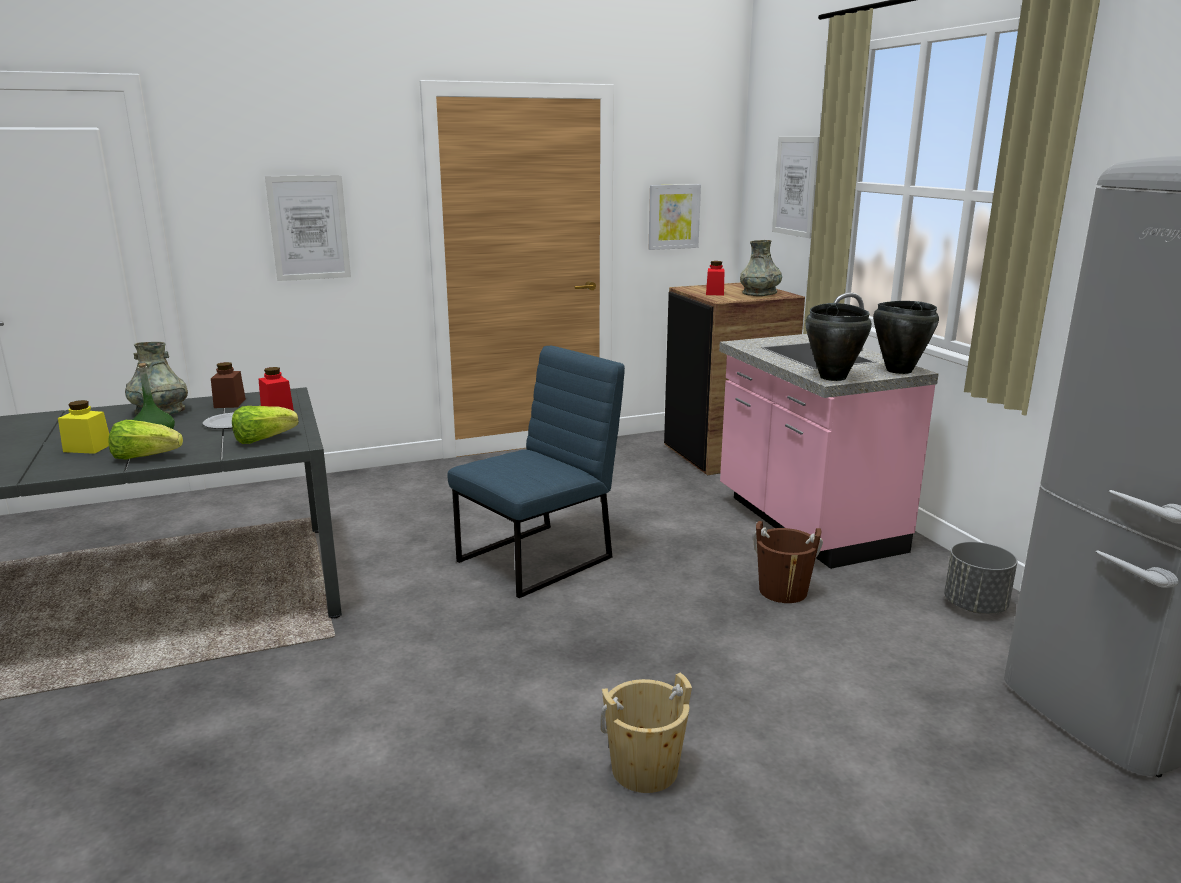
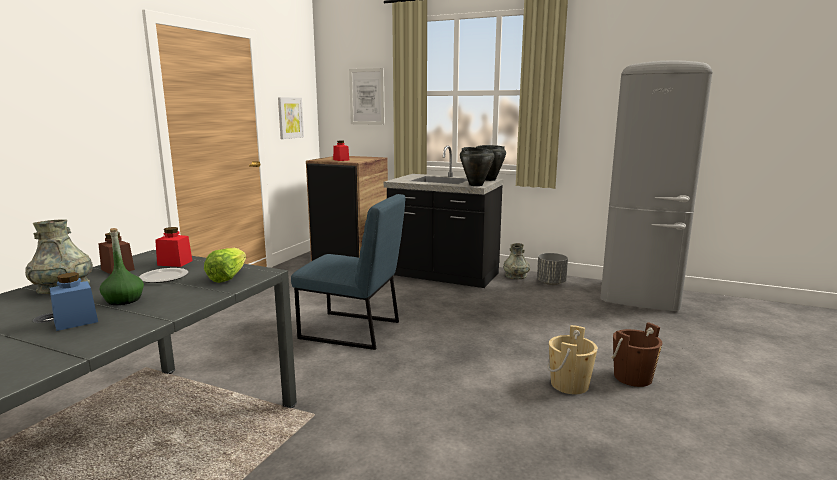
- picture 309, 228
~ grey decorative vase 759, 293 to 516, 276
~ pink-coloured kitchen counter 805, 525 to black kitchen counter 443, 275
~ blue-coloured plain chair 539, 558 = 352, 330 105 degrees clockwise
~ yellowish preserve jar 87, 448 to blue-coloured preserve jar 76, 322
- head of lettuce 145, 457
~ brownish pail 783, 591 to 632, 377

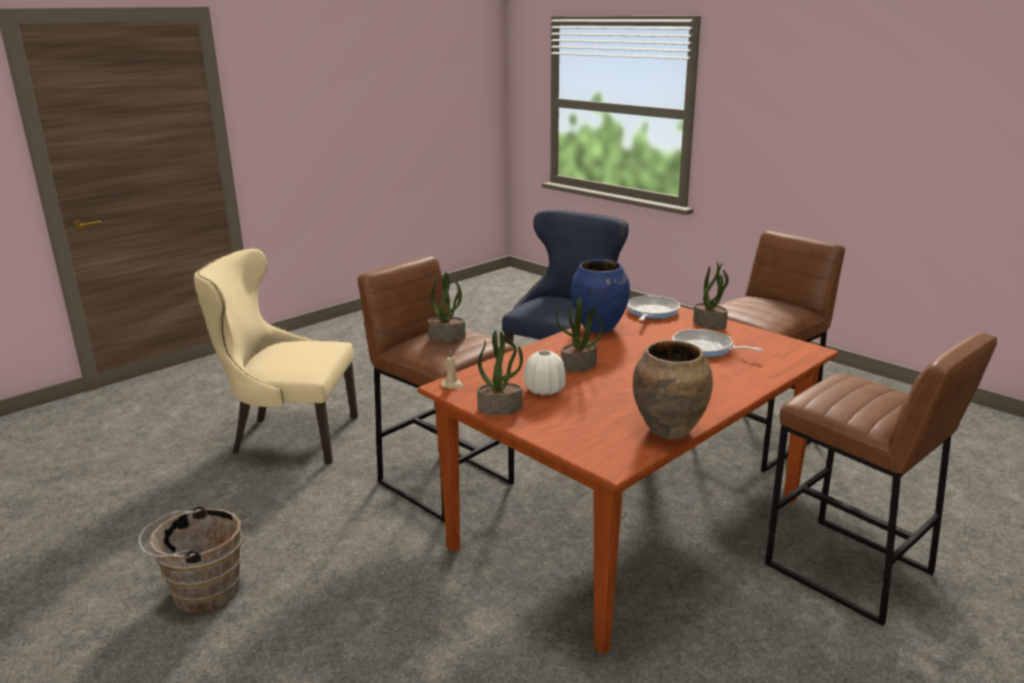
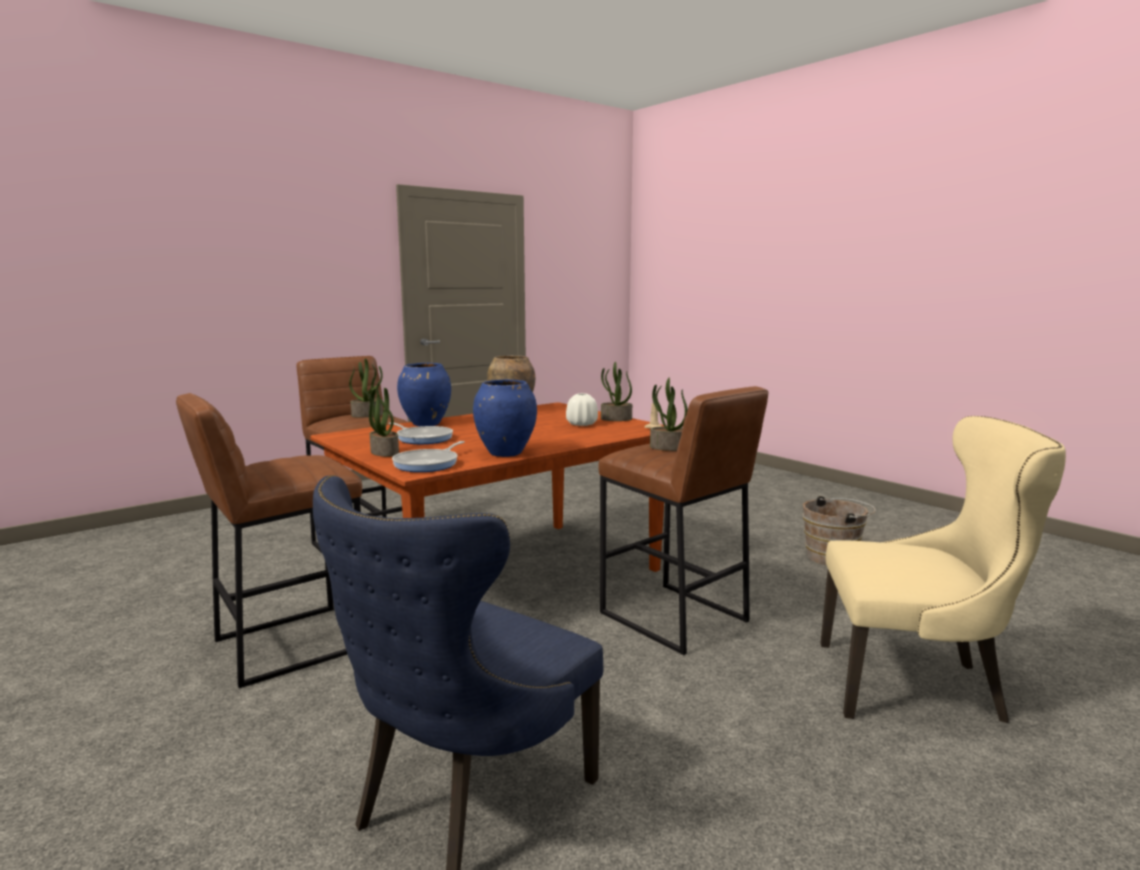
~ plant in a pot 578, 366 to 367, 415
+ blue-coloured decorative vase 426, 424

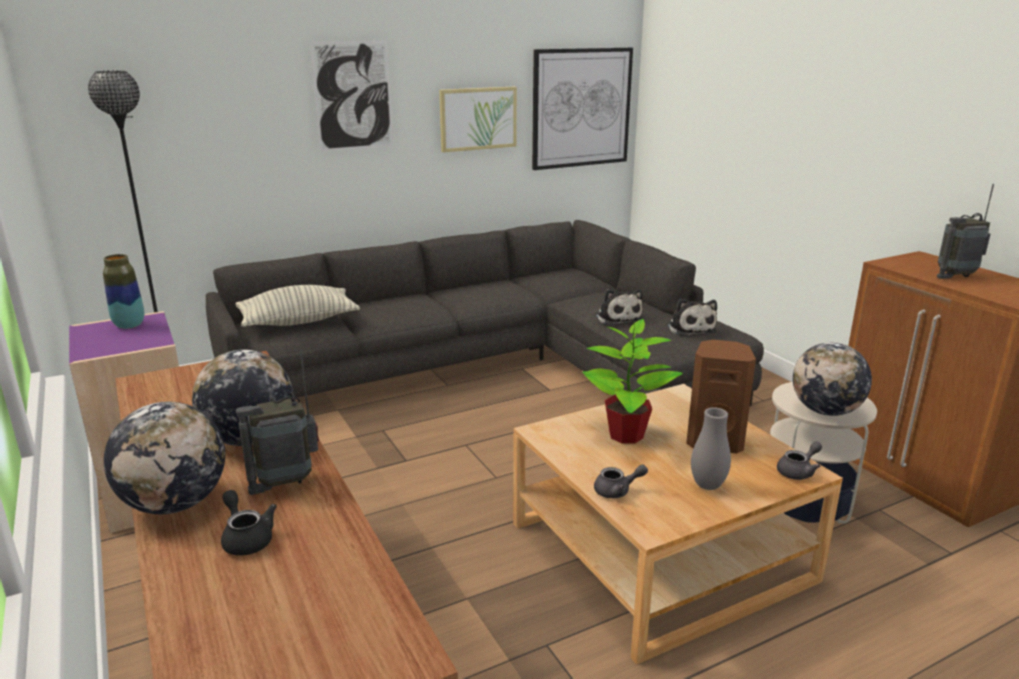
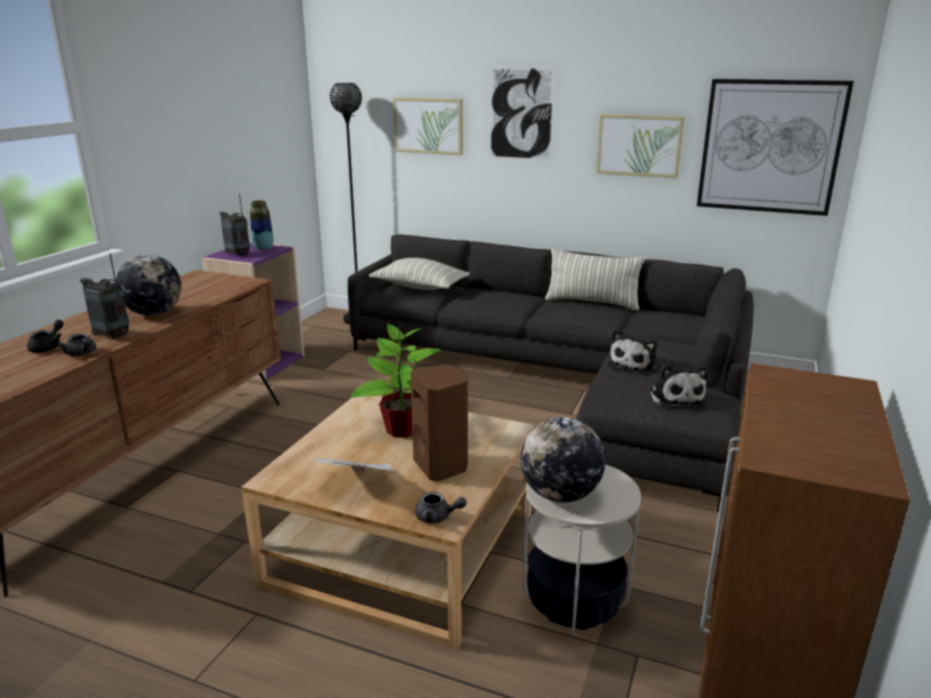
~ radio 955, 276 to 238, 254
~ cuddly toy 690, 328 = 675, 397 45 degrees counterclockwise
- desk globe 175, 504
~ grey decorative vase 707, 485 to daily paper 361, 483
~ grey tea pot 617, 491 to 82, 354
+ picture 428, 125
+ cushion 592, 303

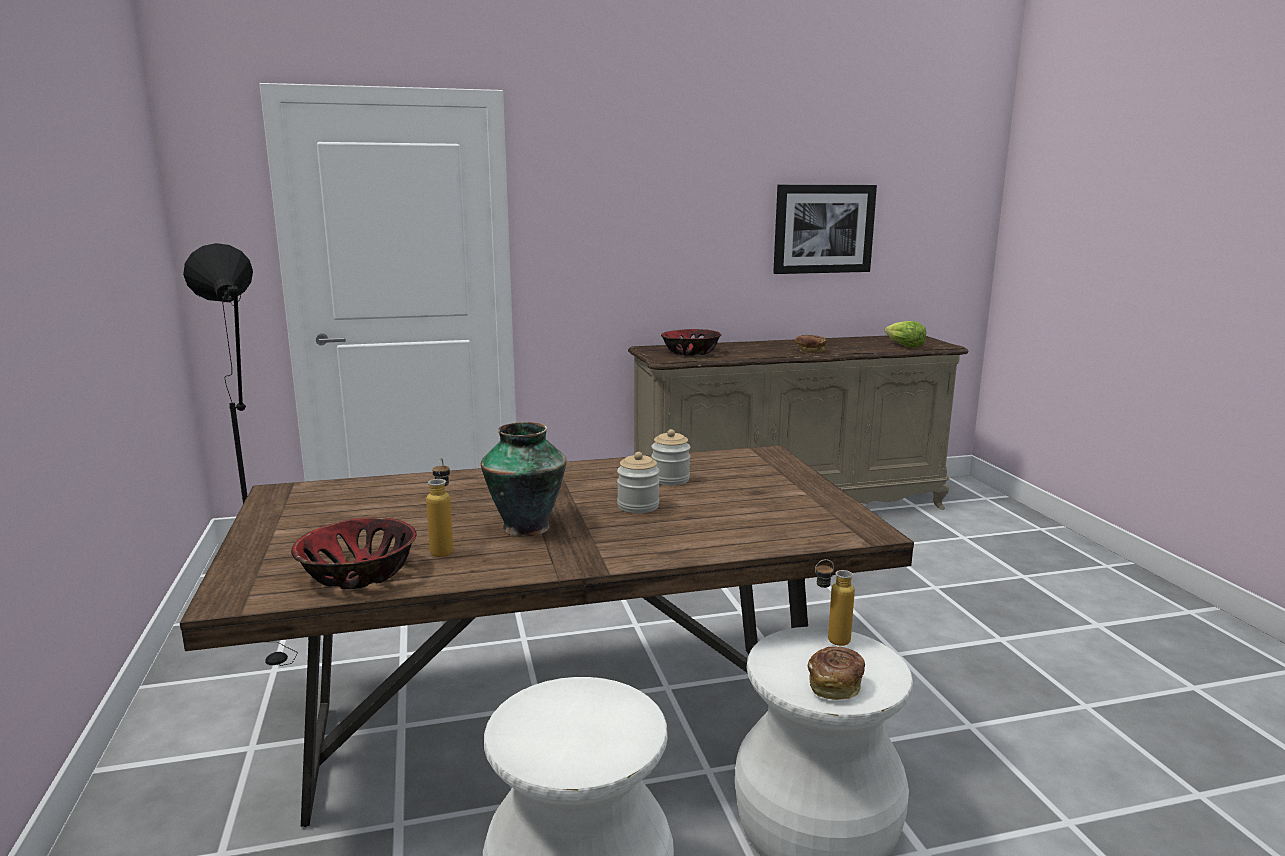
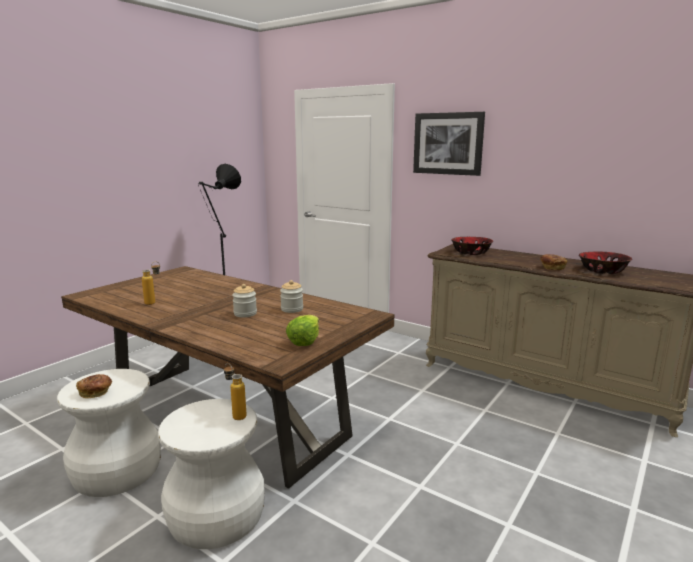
~ picture 823, 229 to 448, 143
~ head of lettuce 903, 346 to 304, 341
- decorative vase 527, 527
~ bowl 357, 574 to 602, 270
~ baked bread 835, 685 to 96, 393

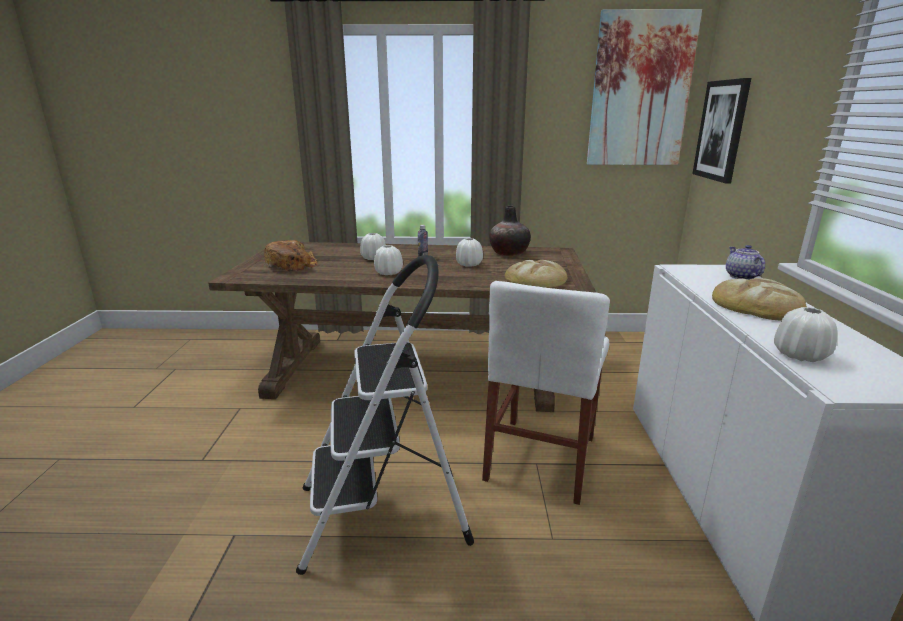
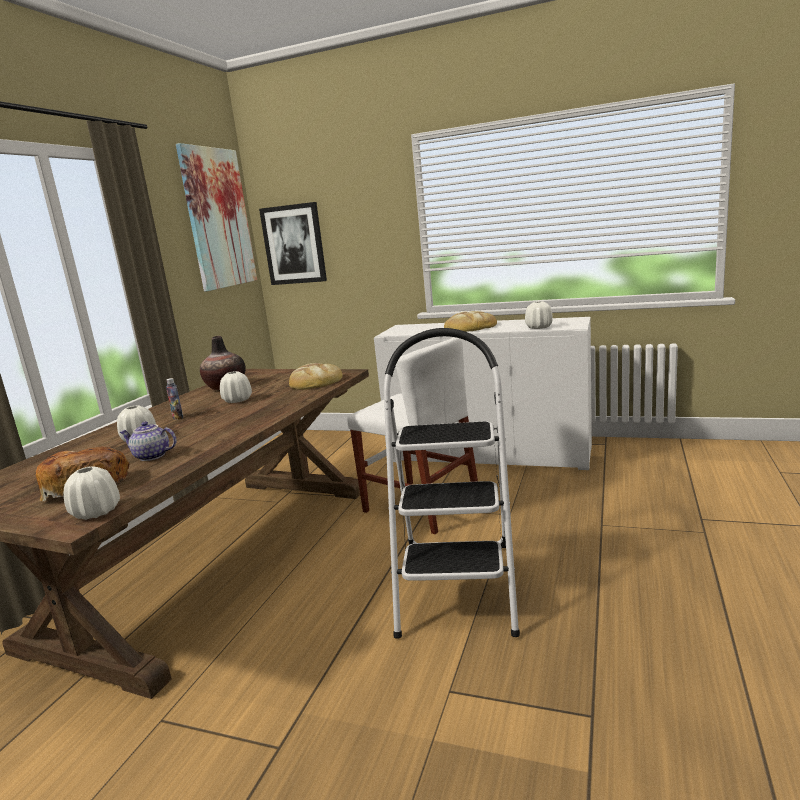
~ white decorative vase 388, 273 to 96, 512
~ tea pot 740, 276 to 151, 456

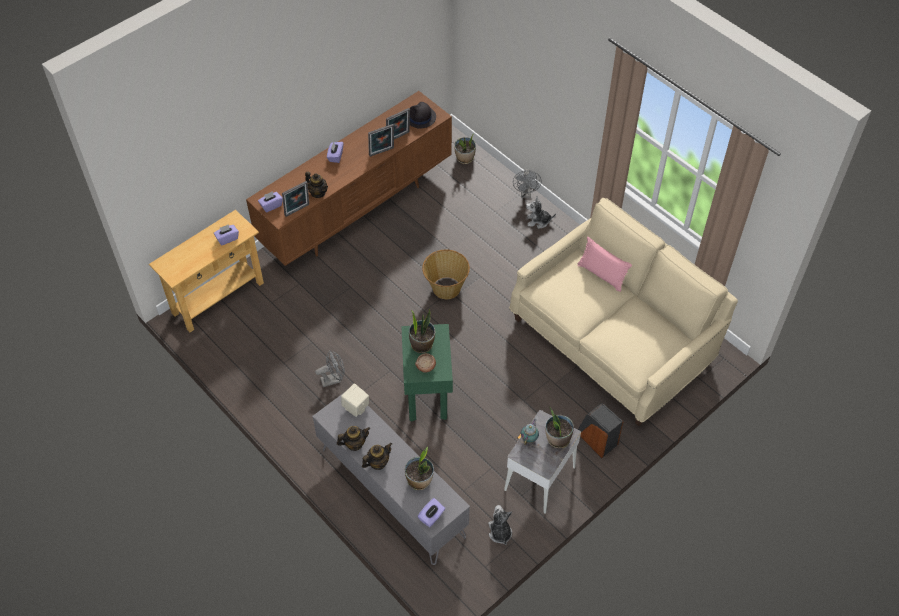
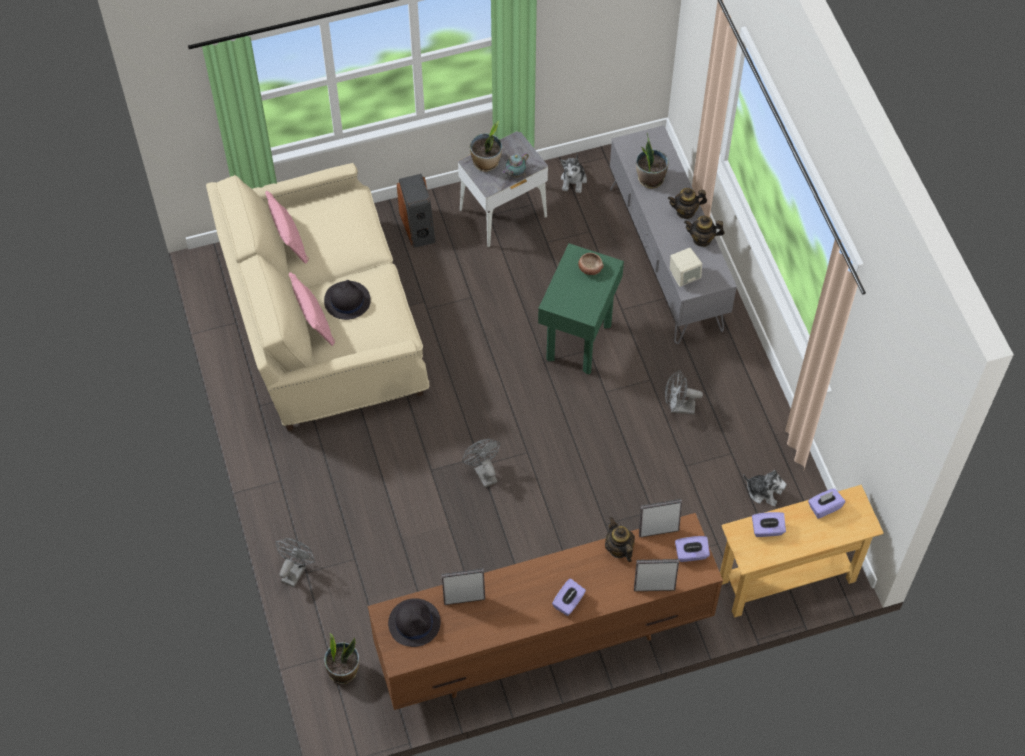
~ standing frame 382, 152 to 654, 586
~ cuddly toy 538, 221 to 763, 492
~ basket 446, 288 to grey fan 483, 472
- plant in a pot 422, 344
~ purple-coloured tissue box 431, 517 to 824, 507
+ pink-coloured cushion 288, 239
+ black clothing hat 347, 301

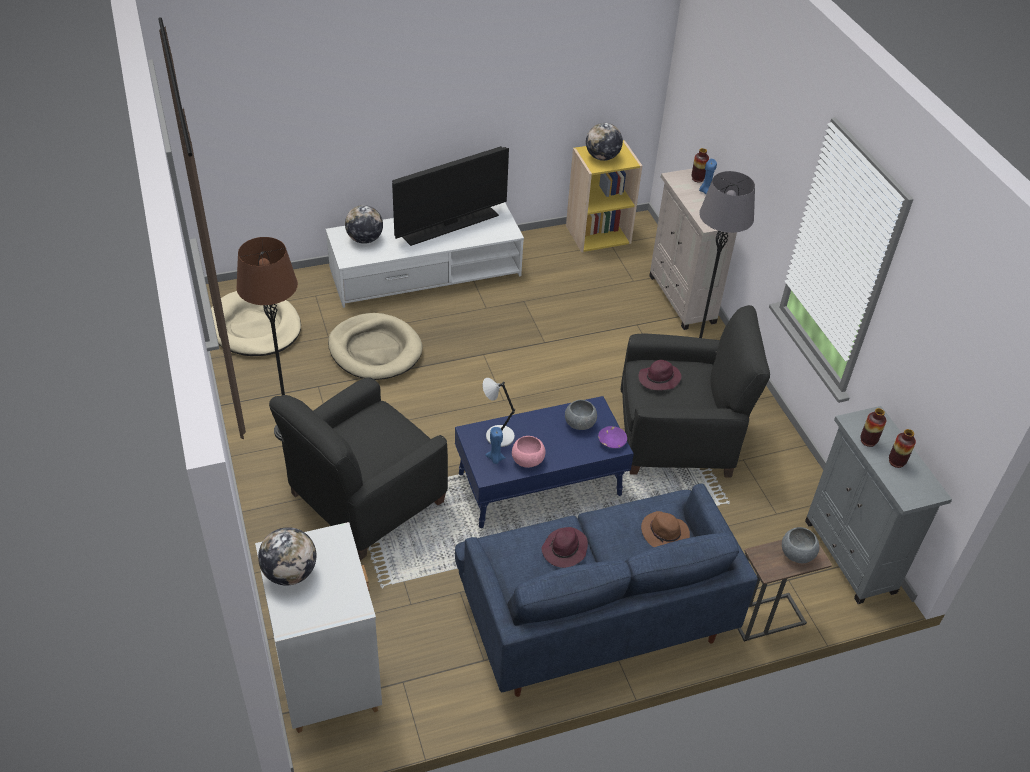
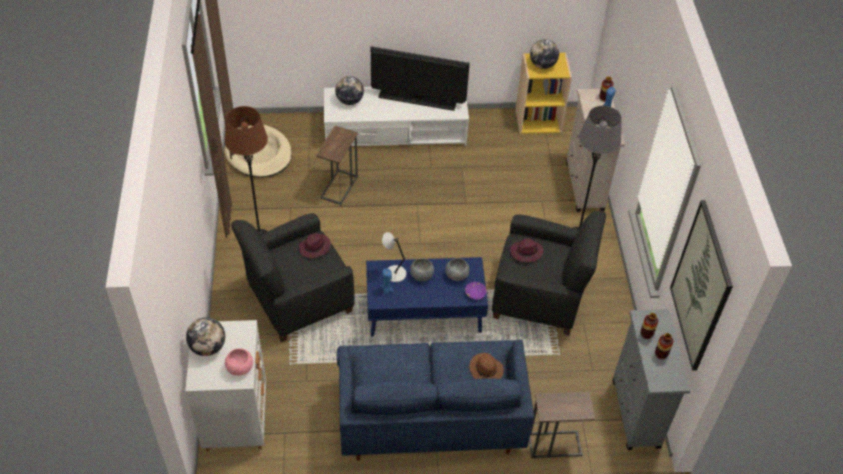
~ TV set 451, 226 = 417, 100 150 degrees counterclockwise
~ beige-coloured dog cushion 375, 350 to brownish accent table 339, 187
~ pink-coloured bowl 527, 460 to 240, 367
~ purple-coloured clothing hat 564, 550 to 314, 248
~ grey bowl 797, 553 to 421, 275
+ picture 701, 287

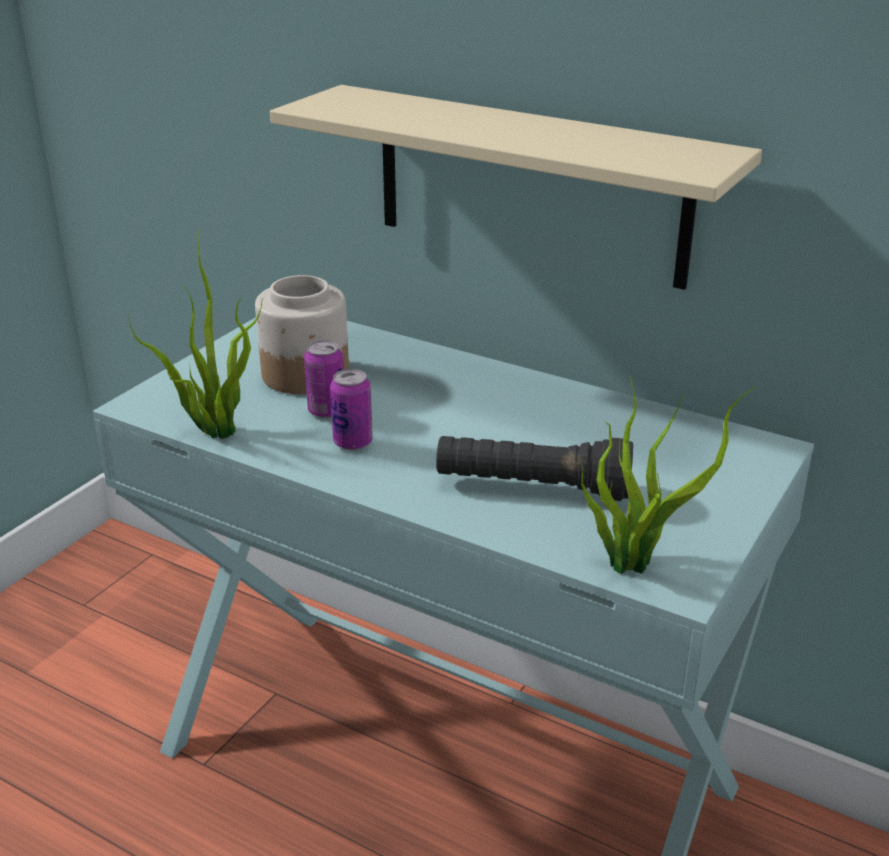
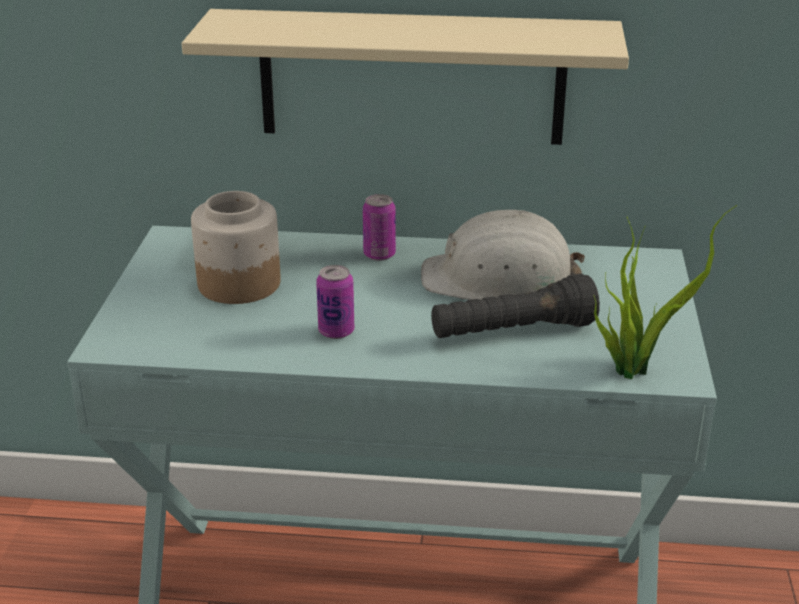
- plant in a pot 214, 430
~ can 326, 411 to 379, 255
+ white safety helmet 500, 279

